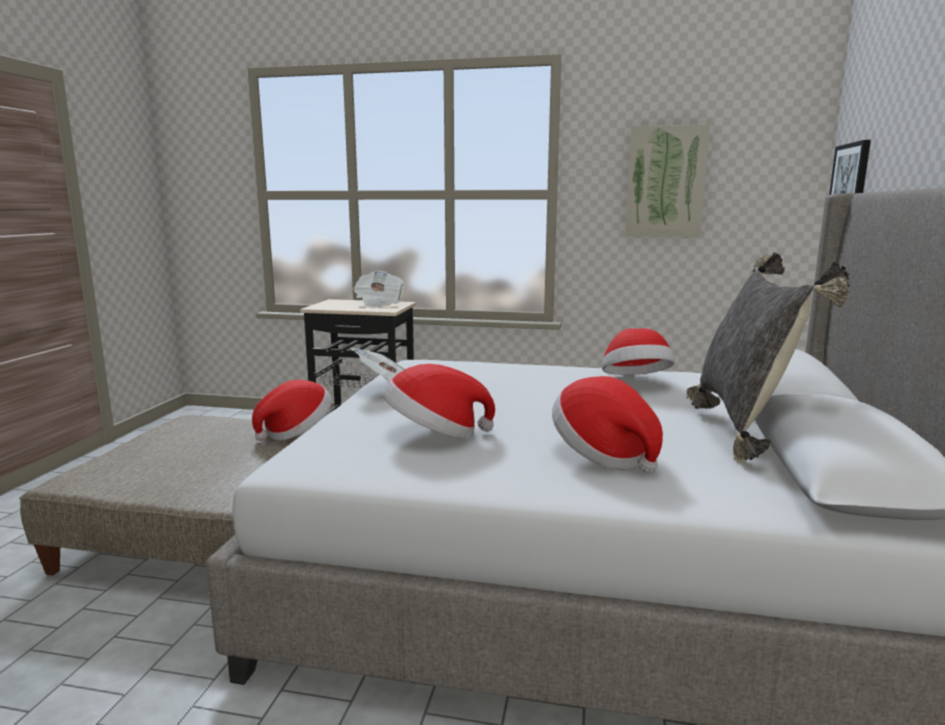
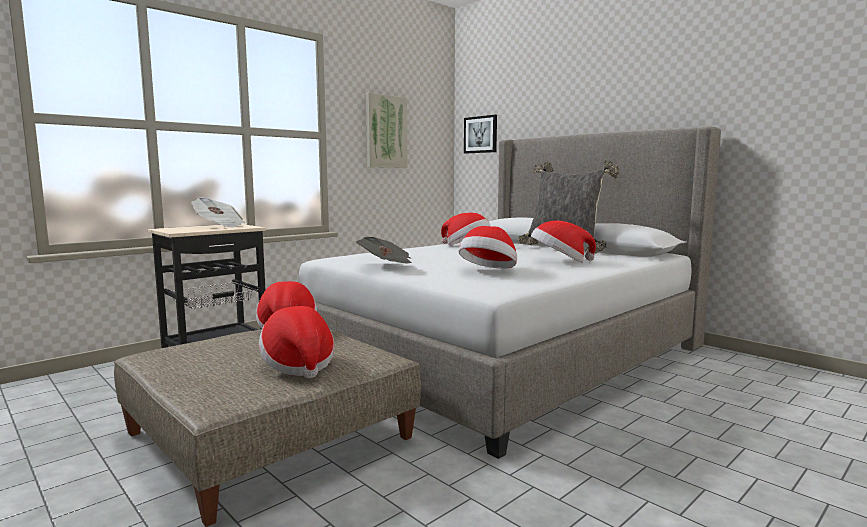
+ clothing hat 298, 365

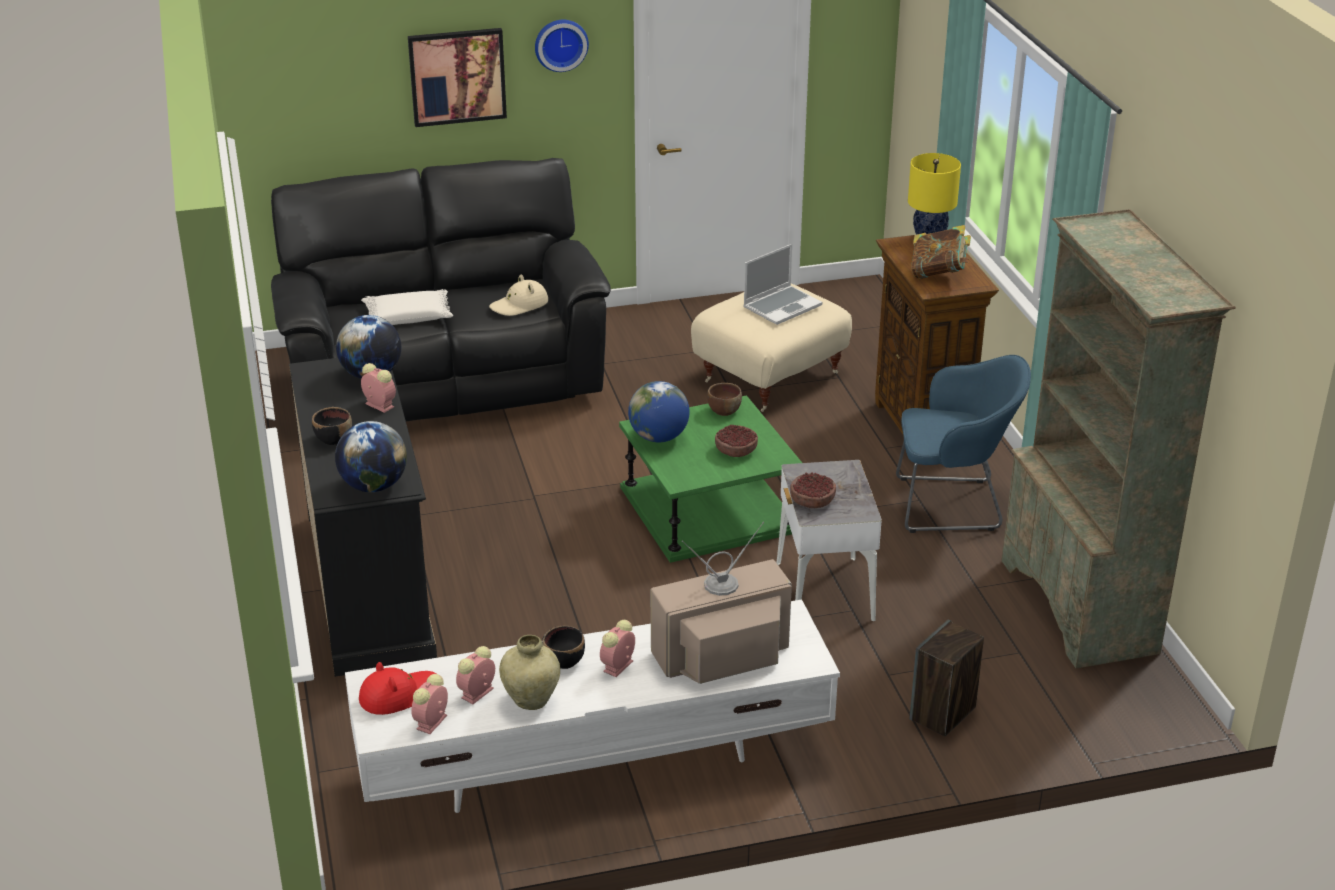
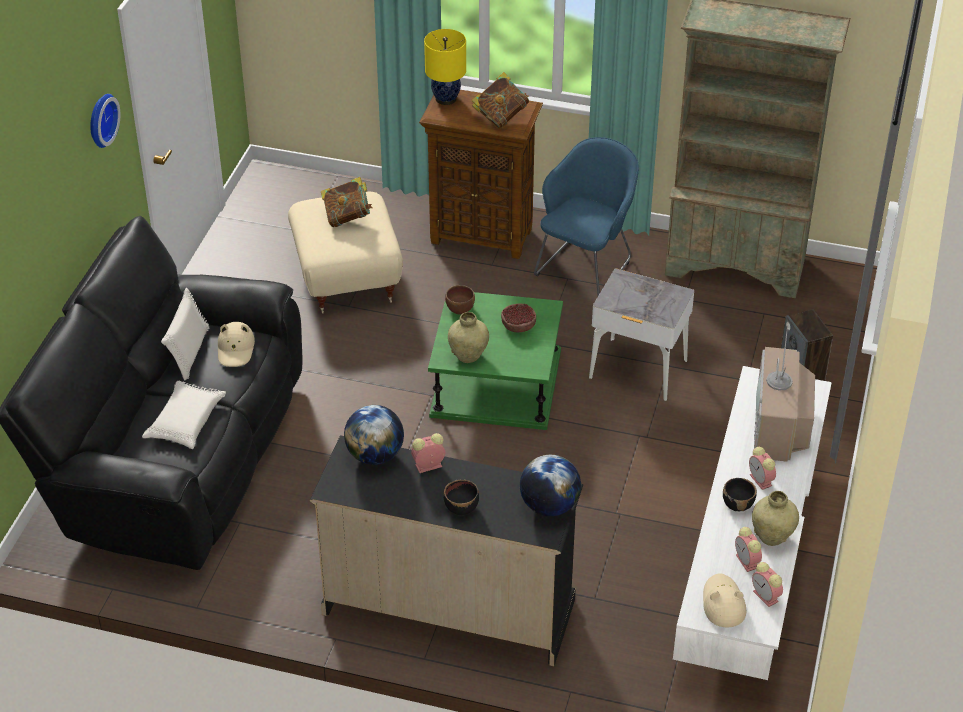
- picture 457, 76
~ laptop 782, 306 to book 347, 217
~ desk globe 659, 437 to beige-coloured decorative vase 468, 356
- bowl 813, 501
~ reddish clothing hat 398, 695 to beige-coloured clothing hat 723, 603
+ white cushion 189, 352

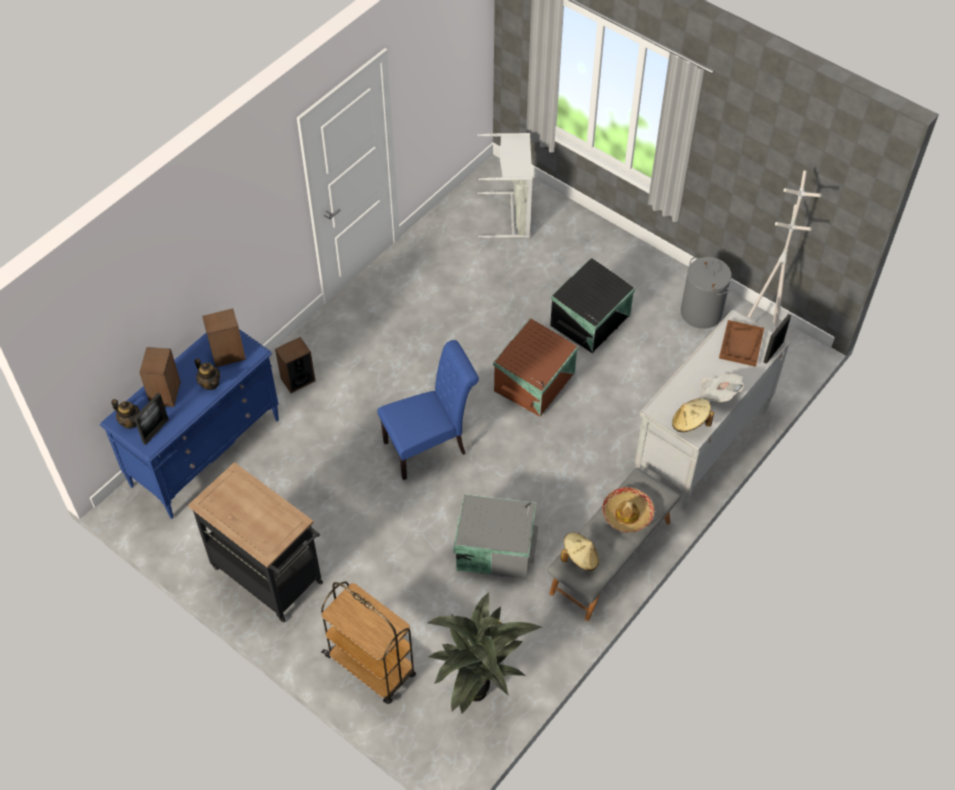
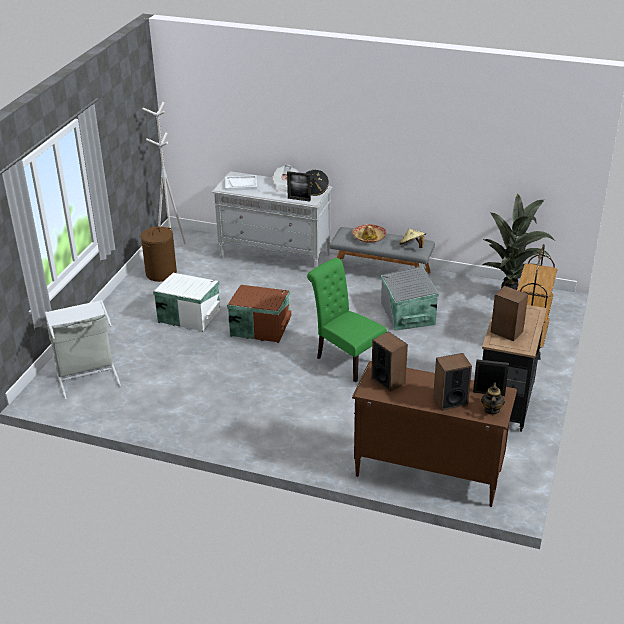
~ grey hamper 701, 313 to brownish hamper 161, 273
~ black storage box 591, 320 to white storage box 189, 315
~ standing frame 773, 352 to 299, 199
~ brownish carrying tray 741, 344 to white carrying tray 241, 184
~ blue-coloured drawer chest 207, 452 to brownish drawer chest 427, 472
~ audio speaker 297, 379 to 506, 332
~ blue-coloured plain chair 430, 446 to green-coloured plain chair 345, 359
- tea pot 210, 383
~ beige-coloured clothing hat 690, 423 to black clothing hat 314, 190

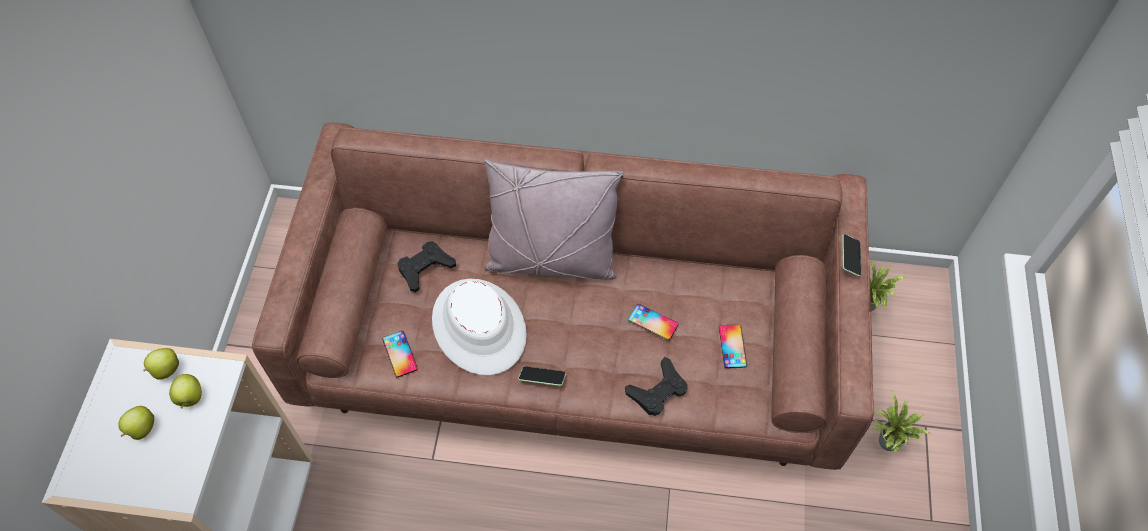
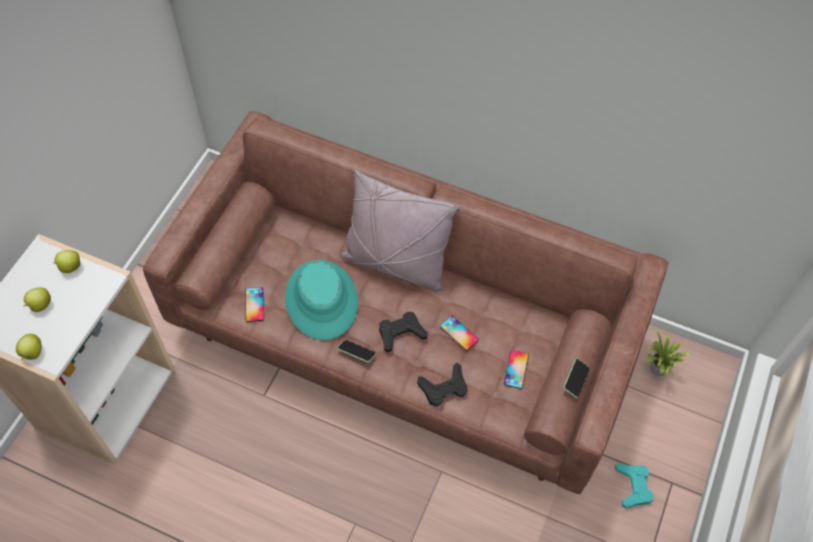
~ telephone 850, 258 to 576, 380
~ black game controller 425, 268 to 401, 333
~ white clothing hat 479, 326 to turquoise clothing hat 322, 300
~ whole apple 190, 398 to 32, 353
~ plant in a pot 886, 442 to turquoise game controller 633, 486

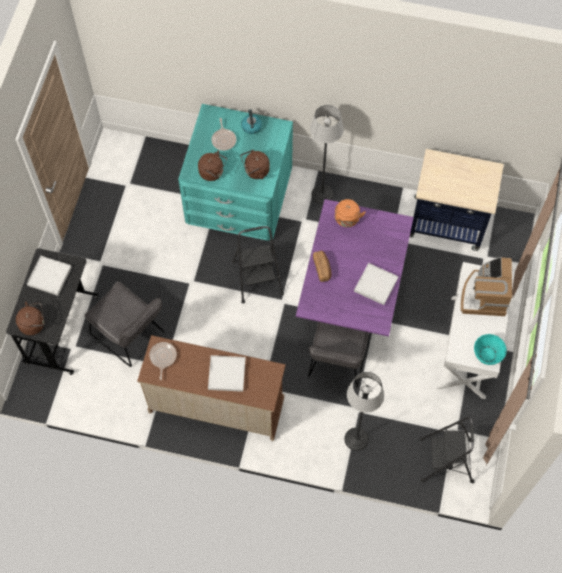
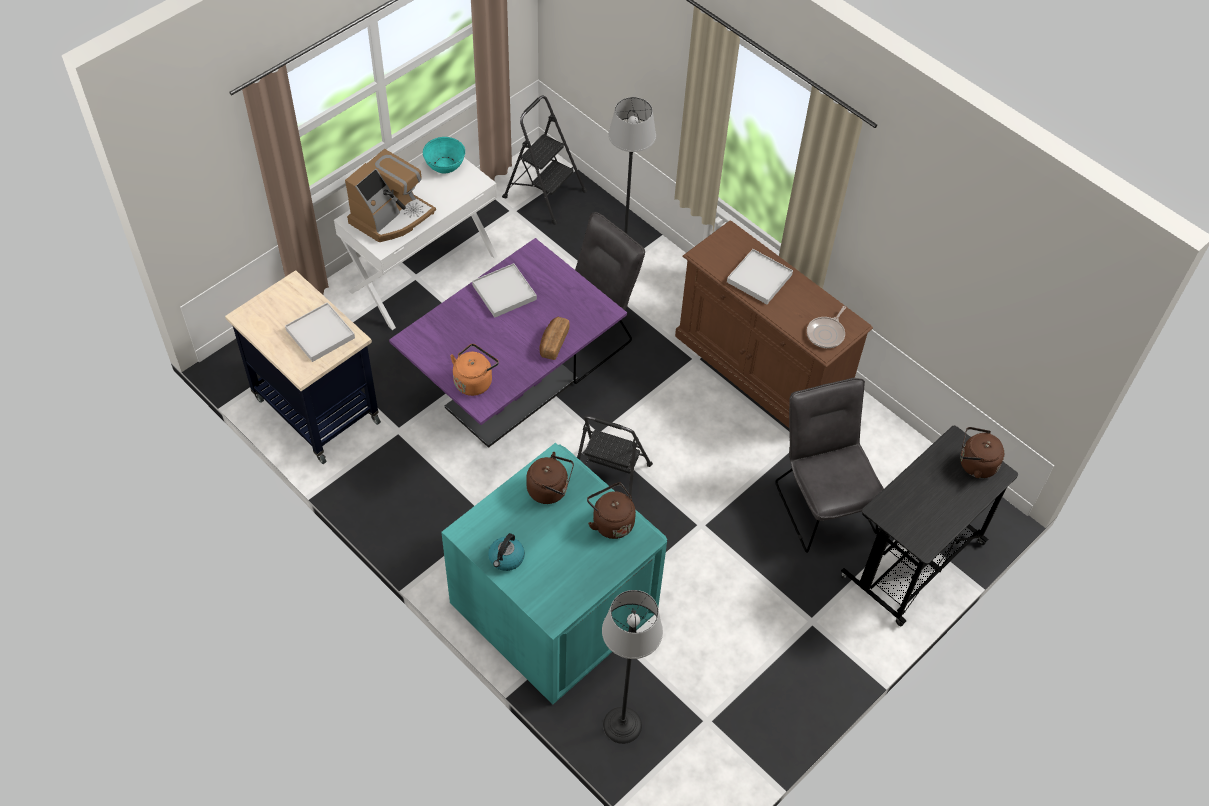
~ floor lamp 322, 194 to 622, 725
- skillet 224, 139
~ white carrying tray 49, 276 to 320, 334

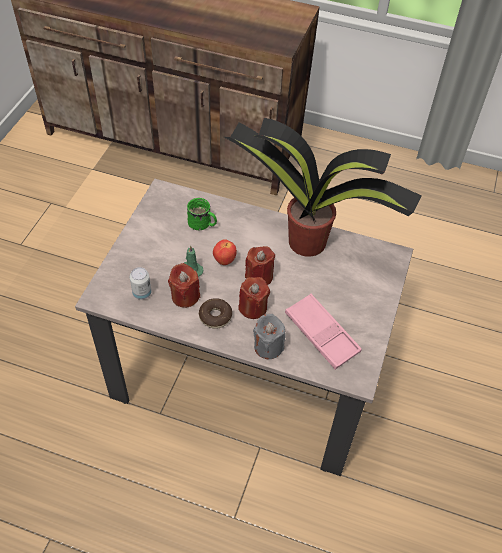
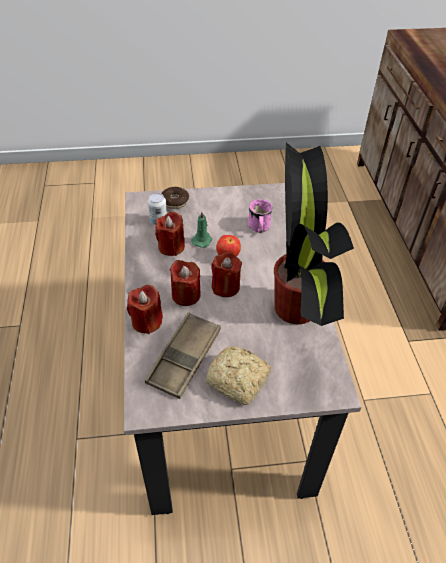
~ green-coloured coffee mug 202, 225 to pink-coloured coffee mug 258, 228
~ pink-coloured carrying tray 321, 334 to brownish carrying tray 184, 358
~ ring doughnut 215, 316 to 174, 201
~ grey wax light 268, 347 to reddish wax light 147, 321
+ baked bread 239, 381

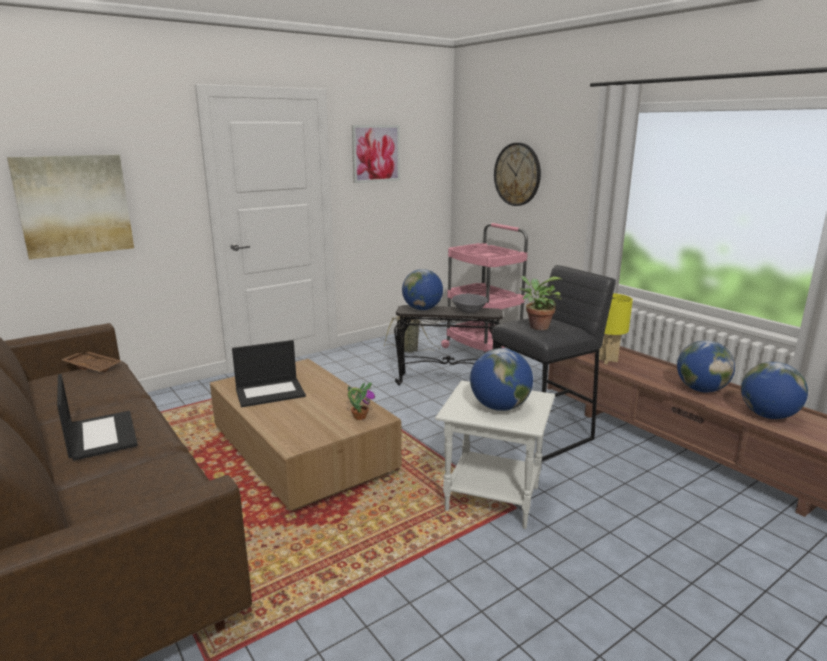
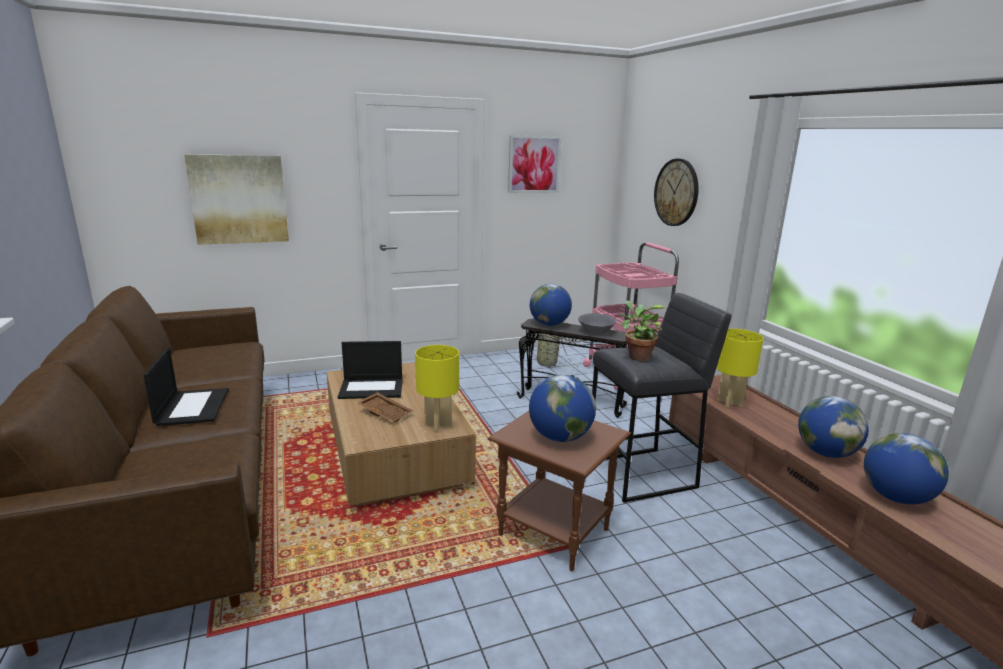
~ brownish carrying tray 94, 366 to 385, 413
~ white accent table 494, 499 to brownish accent table 555, 533
~ plant in a pot 359, 416 to yellowish tabletop lamp 437, 425

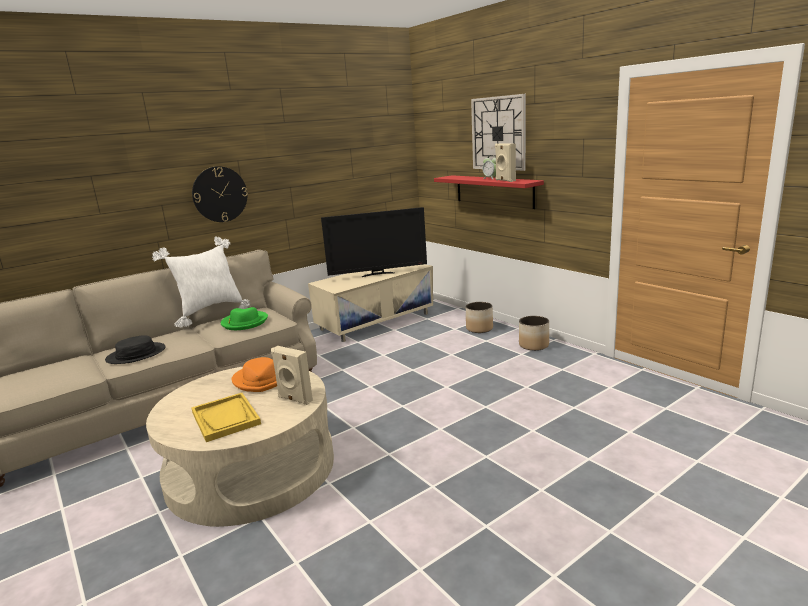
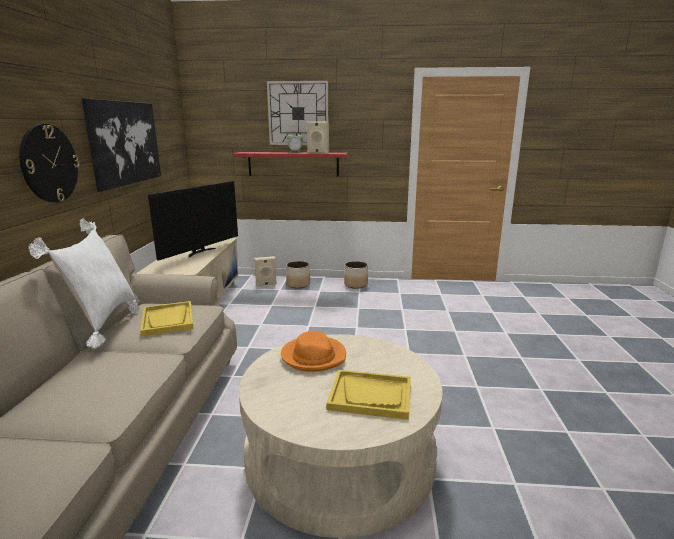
~ green-coloured clothing hat 244, 322 to yellowish carrying tray 168, 320
- black clothing hat 136, 354
~ beige-coloured audio speaker 294, 399 to 266, 284
+ picture 125, 143

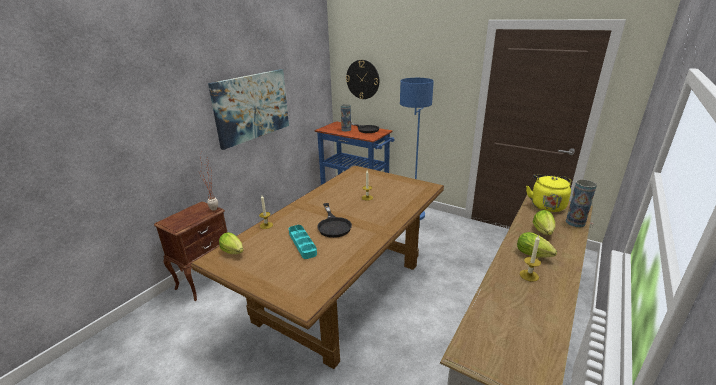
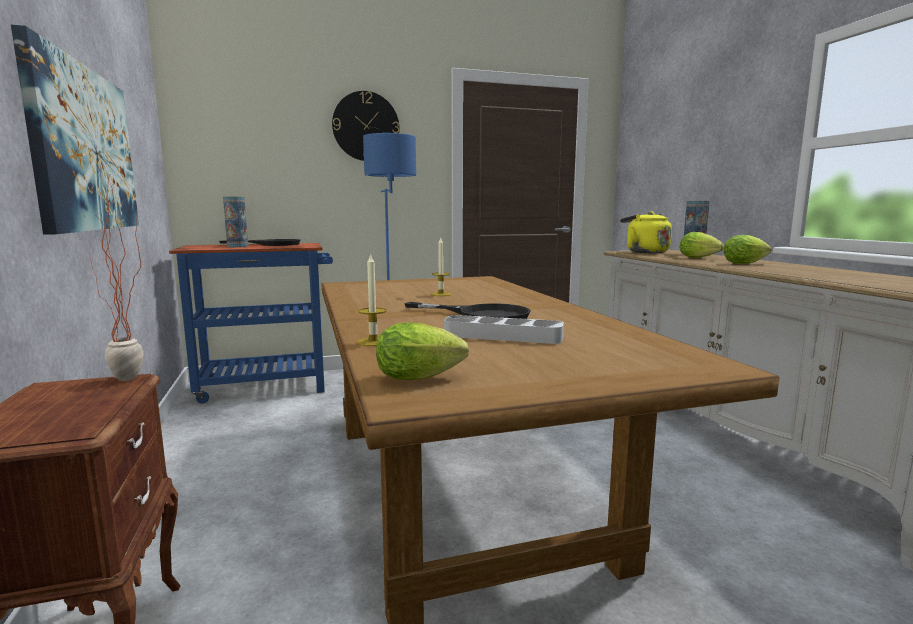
~ wall clock 362, 79 to 366, 126
~ turquoise carrying tray 302, 243 to grey carrying tray 502, 336
- wax light 529, 275

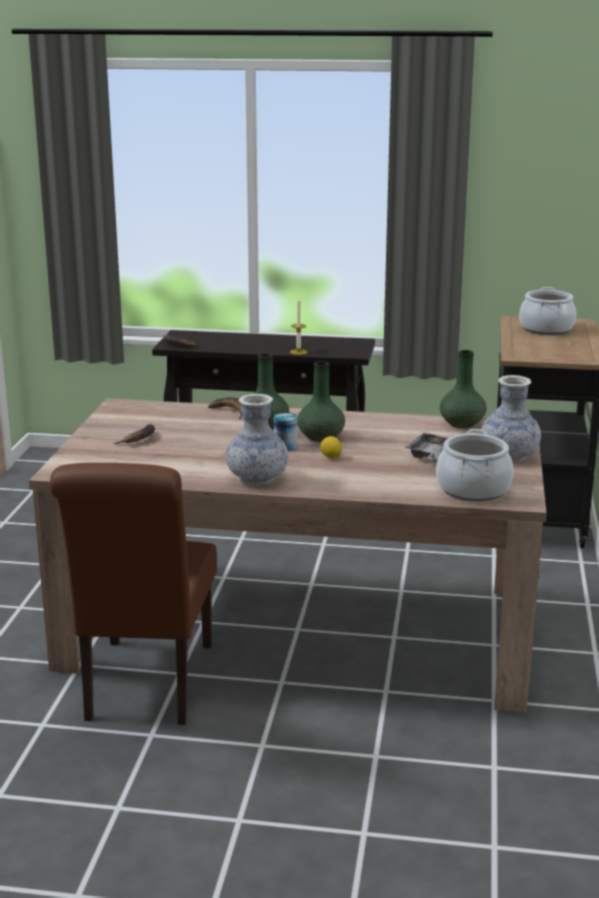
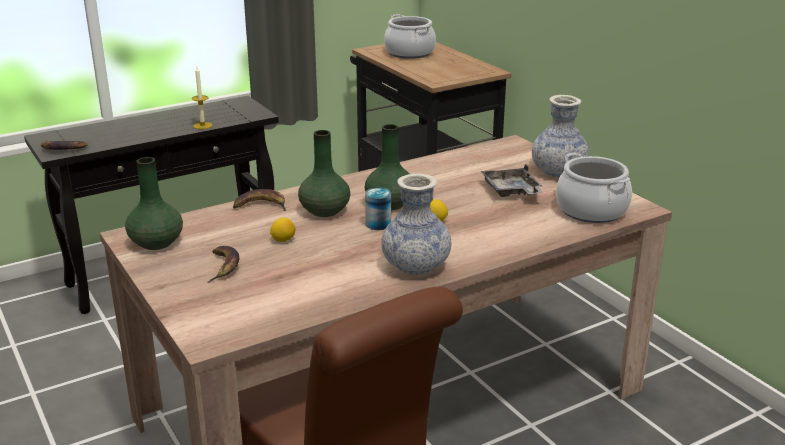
~ green-coloured decorative vase 462, 423 to 156, 242
+ whole lemon 283, 240

